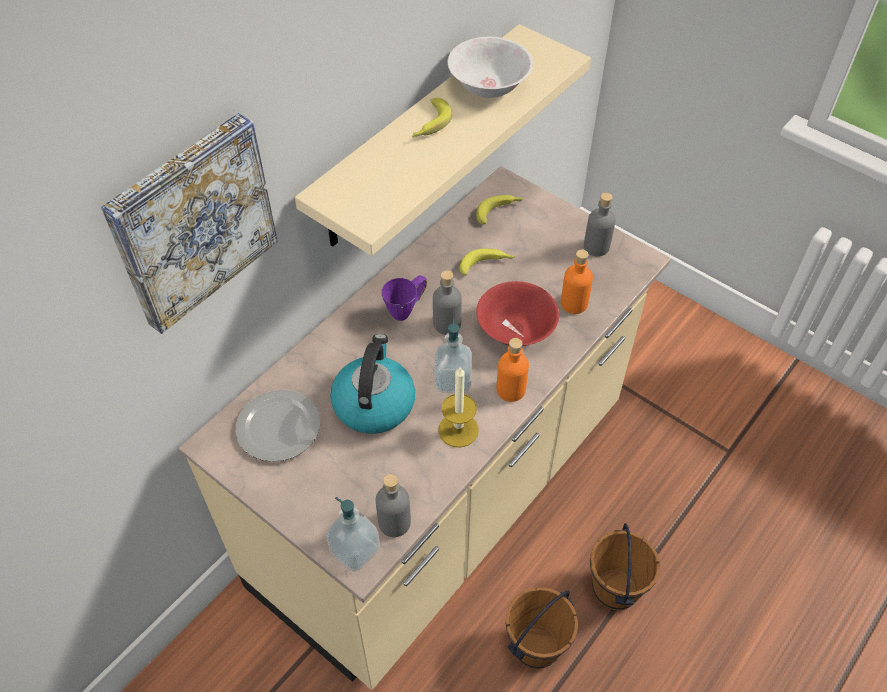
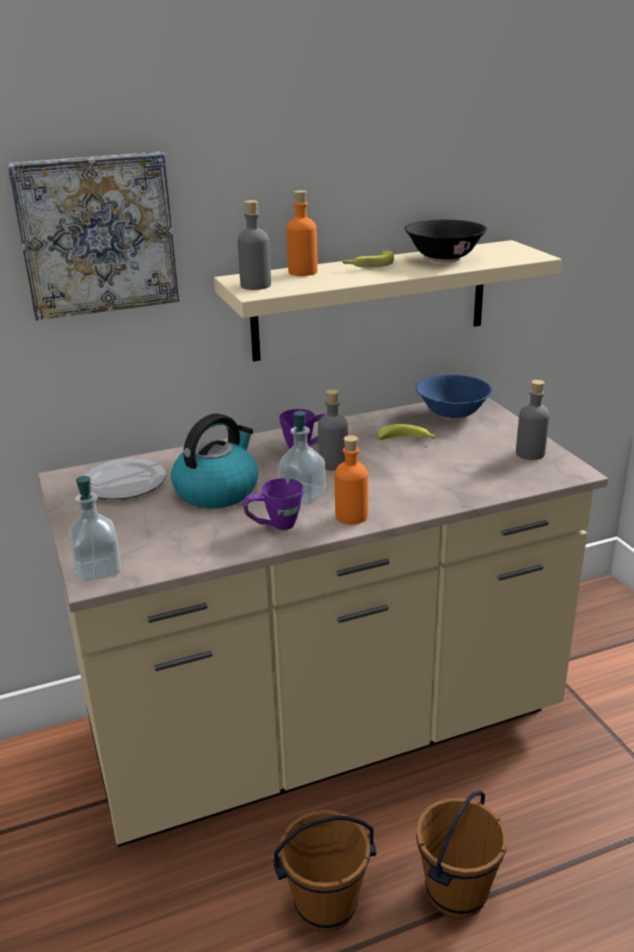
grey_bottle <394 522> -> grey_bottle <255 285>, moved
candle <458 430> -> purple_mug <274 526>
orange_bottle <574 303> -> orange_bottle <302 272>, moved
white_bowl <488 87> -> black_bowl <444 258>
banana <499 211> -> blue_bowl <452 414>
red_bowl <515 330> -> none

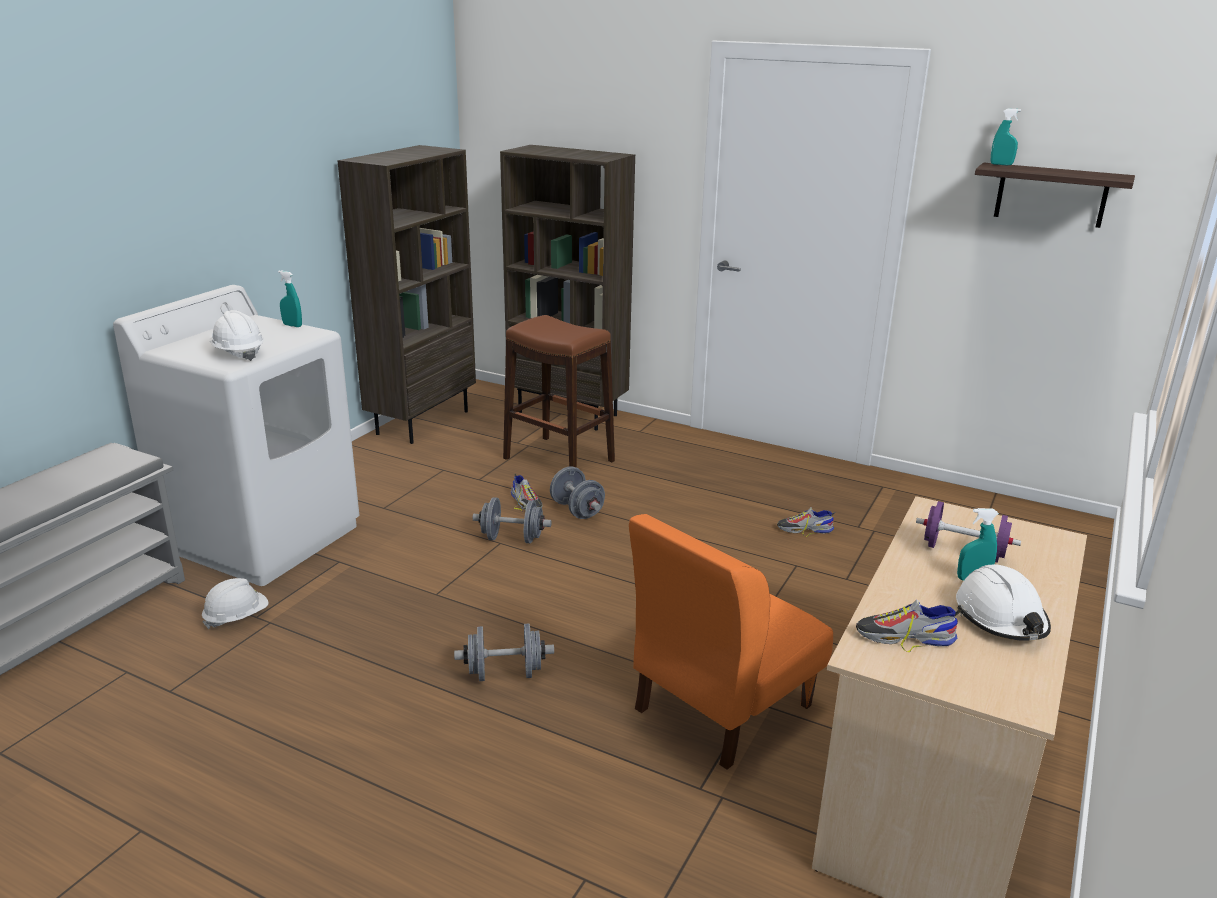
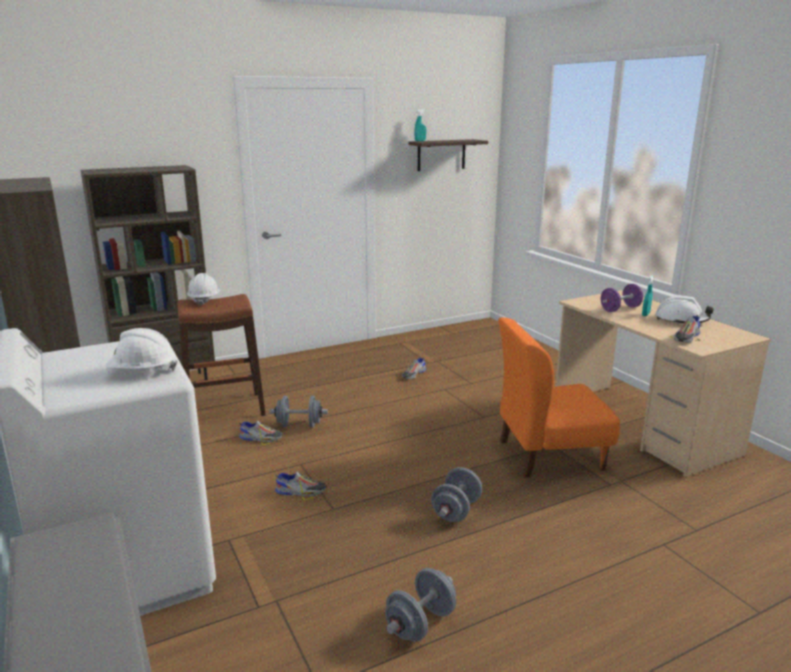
white_hard_hat <237 618> -> white_hard_hat <204 300>, moved
none -> shoe <301 491>
grey_dumbbell <512 538> -> grey_dumbbell <420 623>, moved
orange_chair <721 707> -> orange_chair <549 454>, 90 degrees clockwise
turquoise_spray_bottle <292 325> -> none

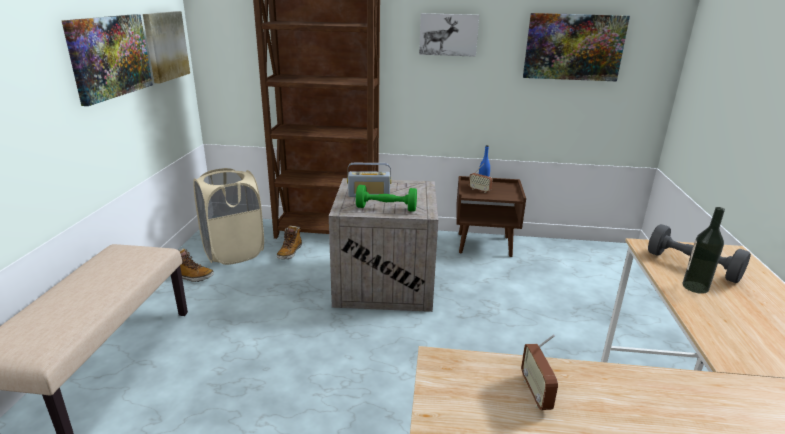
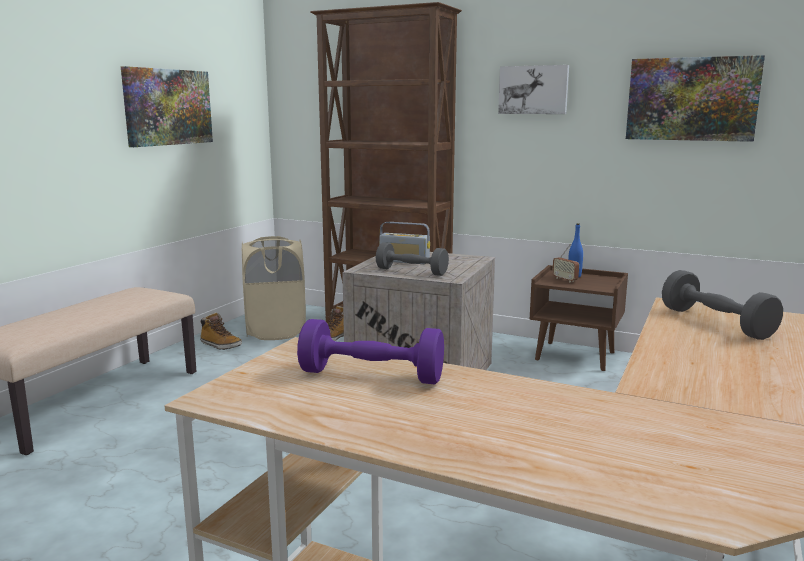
radio <536 393> -> purple_dumbbell <371 376>
green_dumbbell <386 208> -> grey_dumbbell <411 271>
picture <165 46> -> none
bottle <695 287> -> none

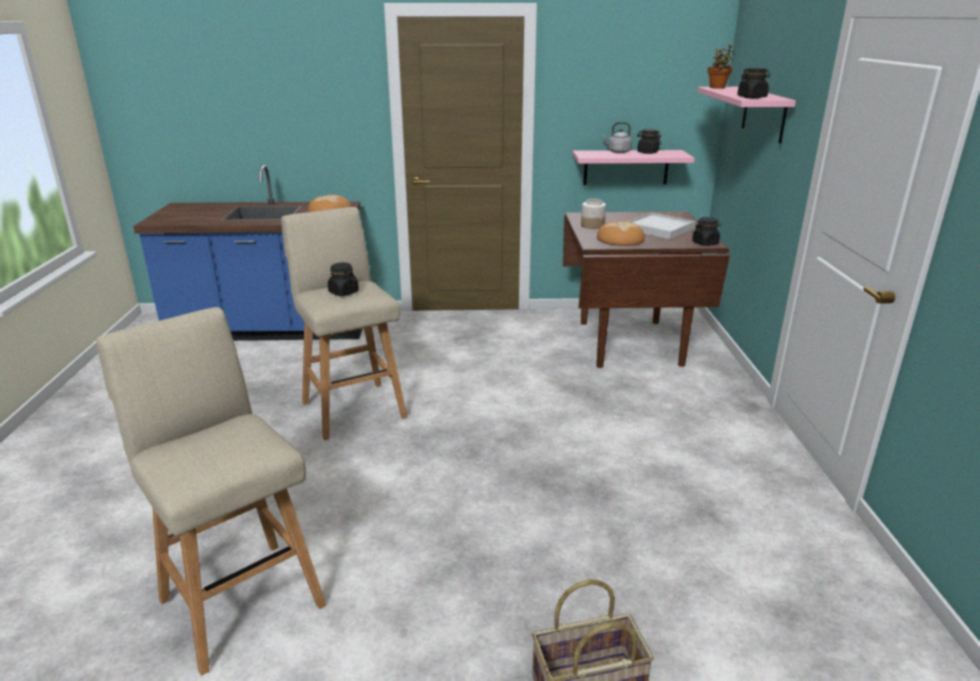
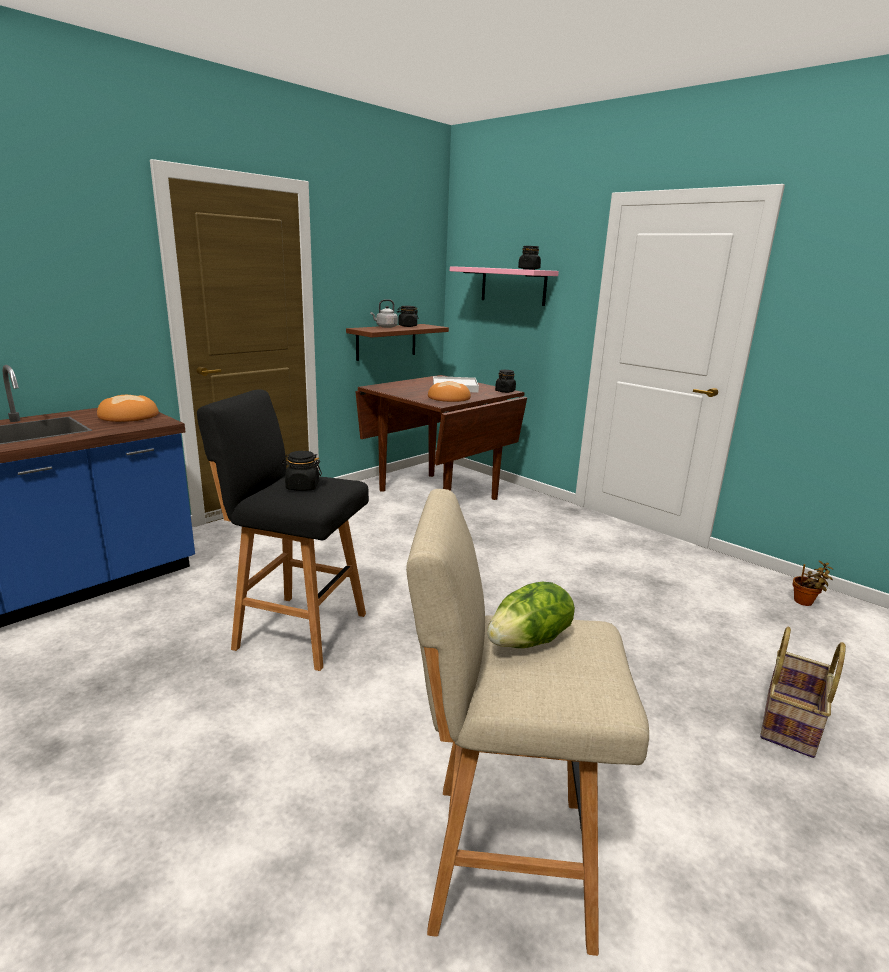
beige_stool <352 408> -> black_stool <297 630>
pink_shelf <626 167> -> brown_shelf <386 341>
none -> lettuce <530 641>
potted_plant <717 88> -> potted_plant <805 602>, moved
jar <592 225> -> none

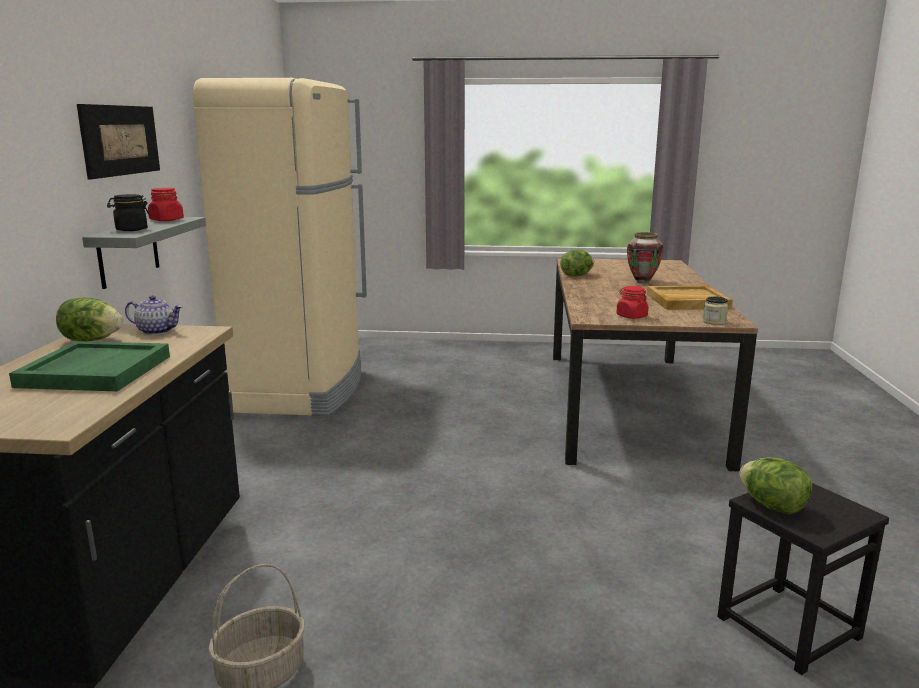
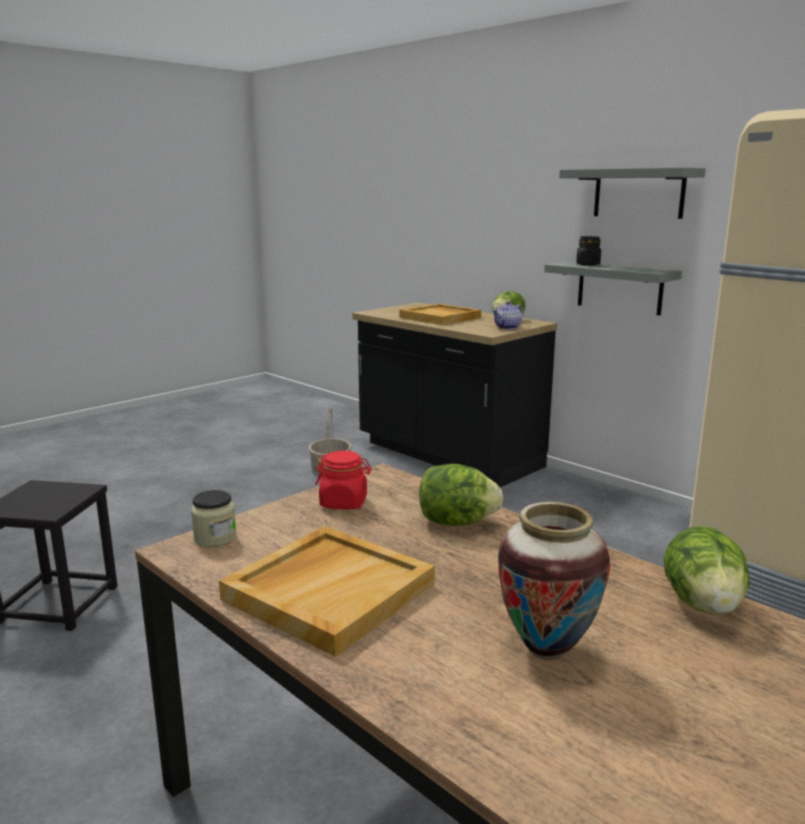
green_tray <95 371> -> beige_tray <441 317>
lettuce <772 506> -> lettuce <456 522>, moved
picture <120 140> -> grey_shelf <638 193>
red_jar <167 220> -> none

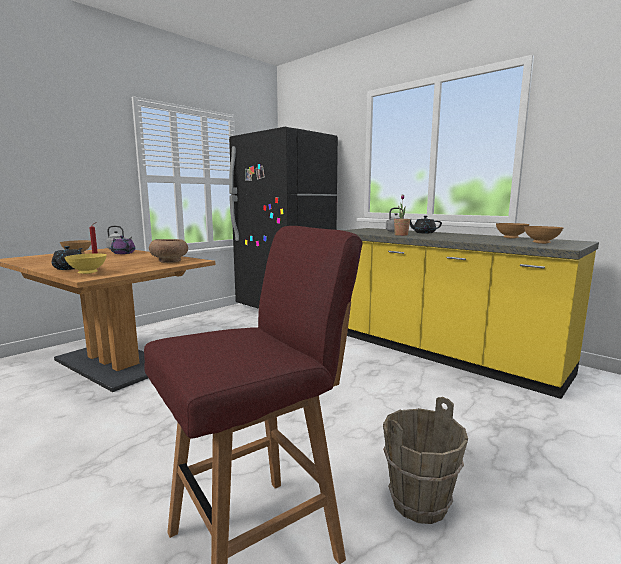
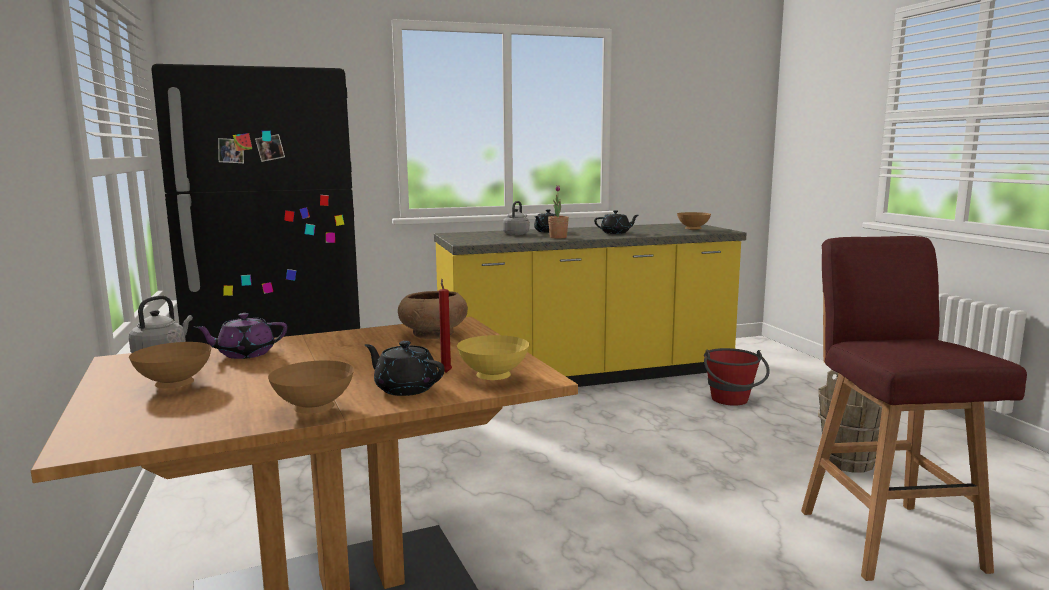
brown_bowl <510 238> -> brown_bowl <313 409>, moved
none -> black_teapot <616 233>
none -> red_bucket <732 402>

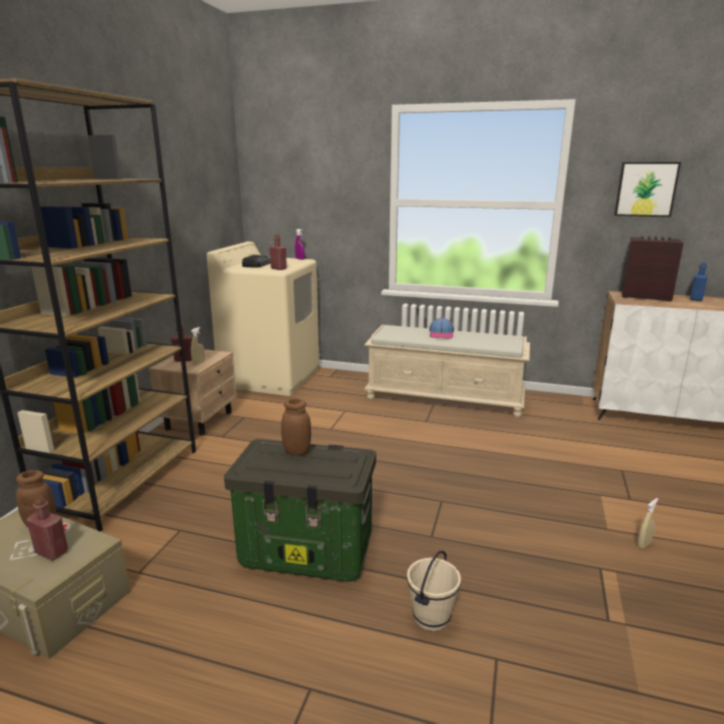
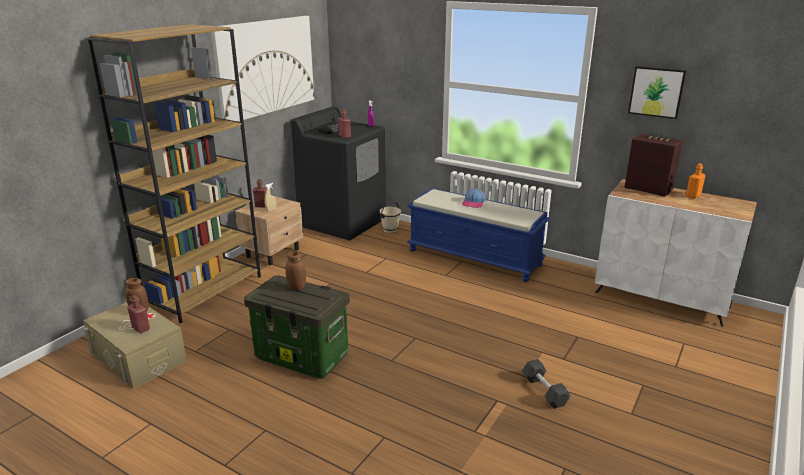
none -> picture <266 67>
beige_washing_machine <271 377> -> black_washing_machine <343 222>
beige_bucket <432 618> -> beige_bucket <390 230>, moved
beige_bench <445 398> -> blue_bench <475 257>
beige_spray_bottle <644 544> -> black_dumbbell <544 391>
blue_bottle <696 299> -> orange_bottle <693 196>

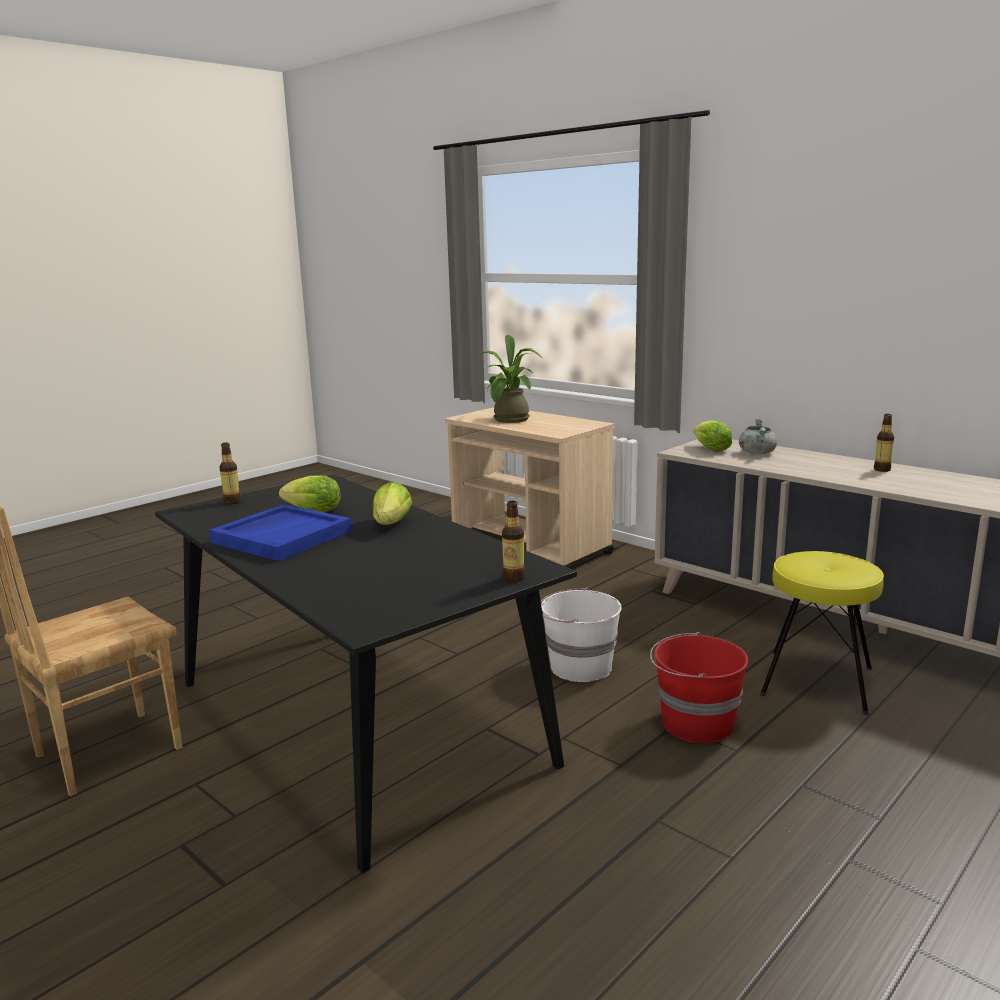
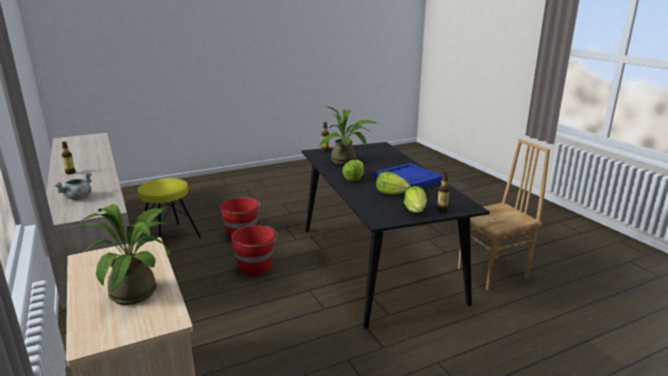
white_bucket <579 667> -> red_bucket <255 267>
none -> potted_plant <347 161>
lettuce <711 449> -> lettuce <415 210>, moved

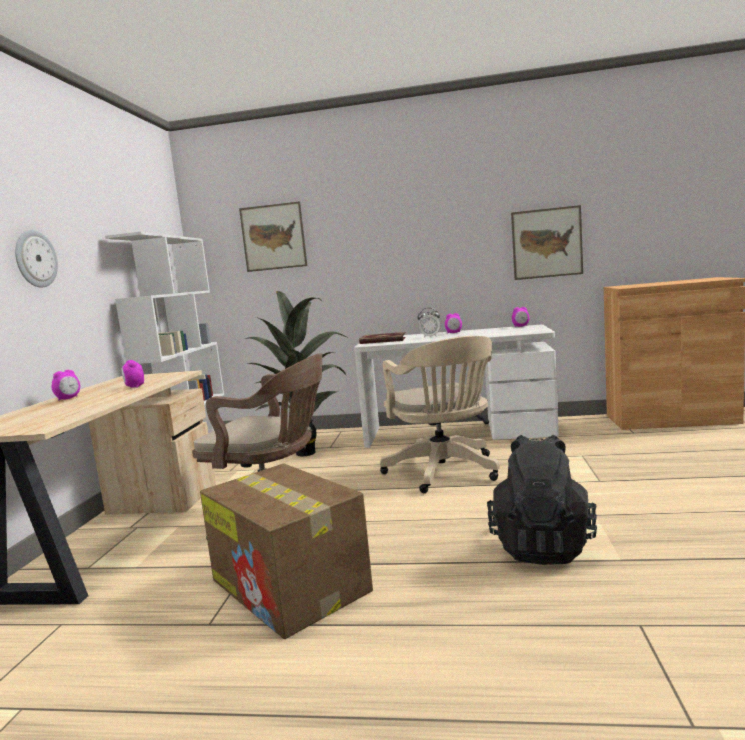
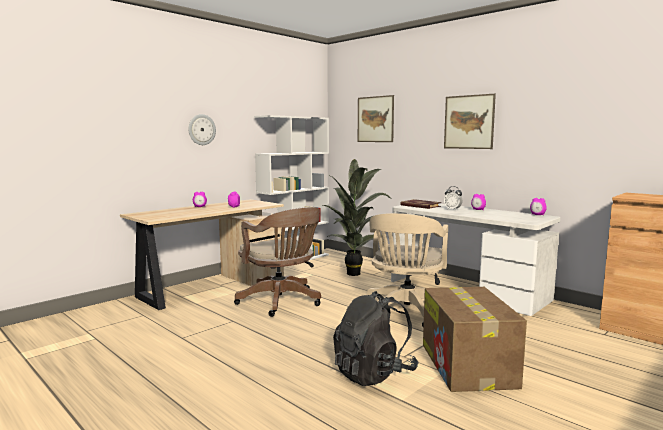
cardboard_box <291 586> -> cardboard_box <468 366>, moved
picture <546 243> -> picture <469 122>, moved

